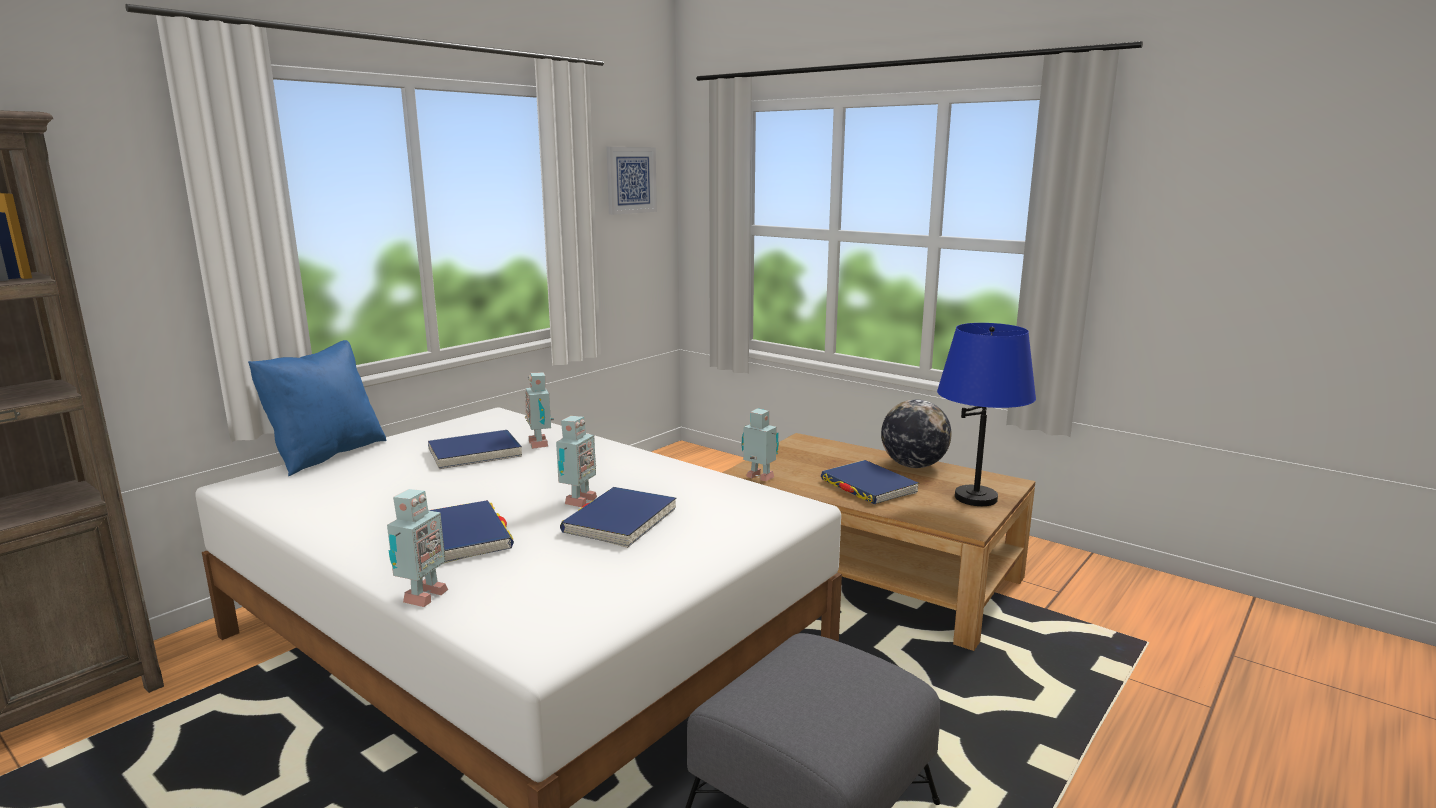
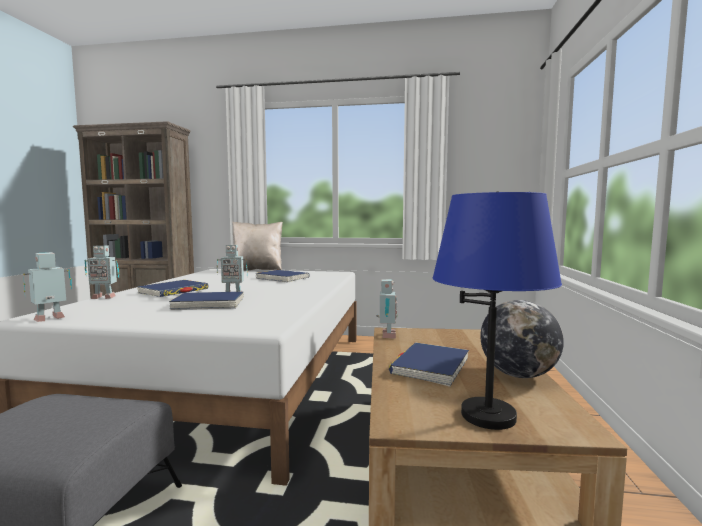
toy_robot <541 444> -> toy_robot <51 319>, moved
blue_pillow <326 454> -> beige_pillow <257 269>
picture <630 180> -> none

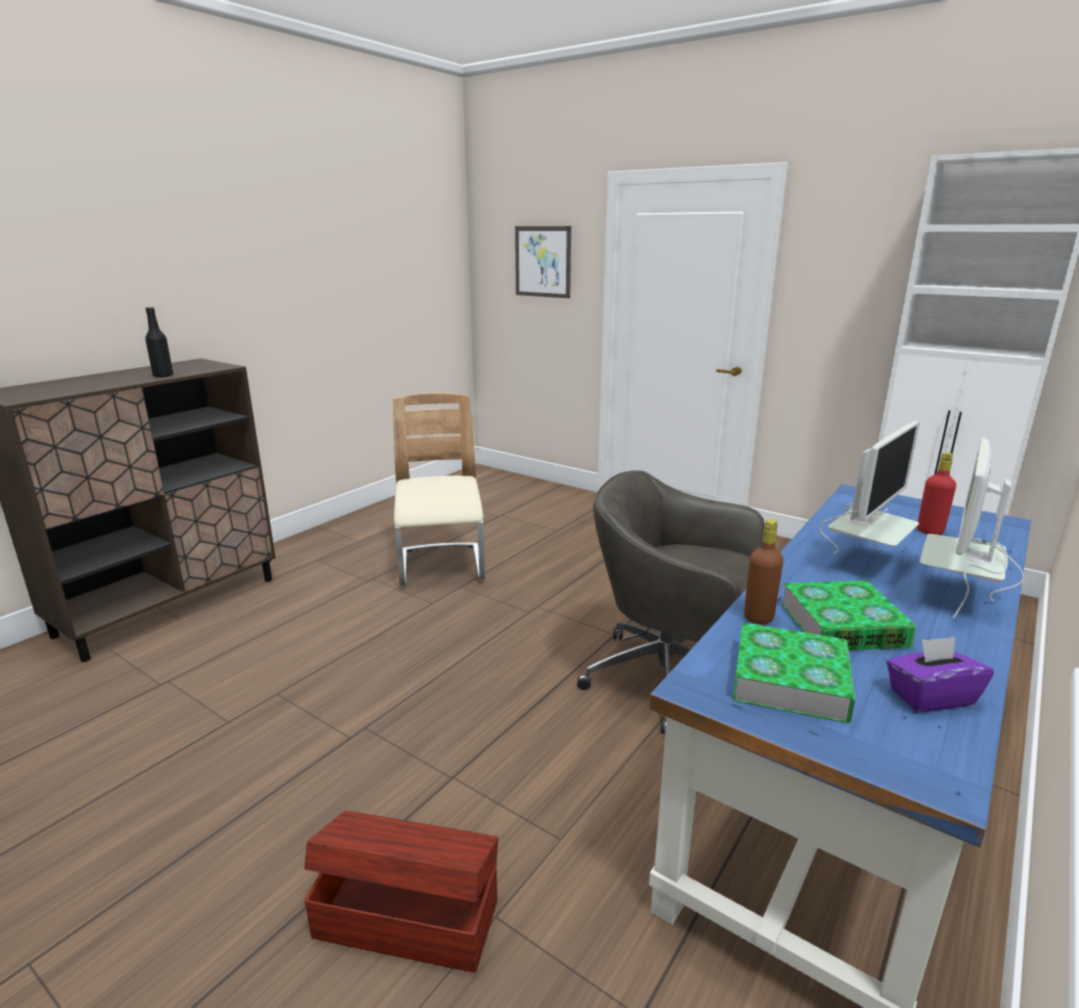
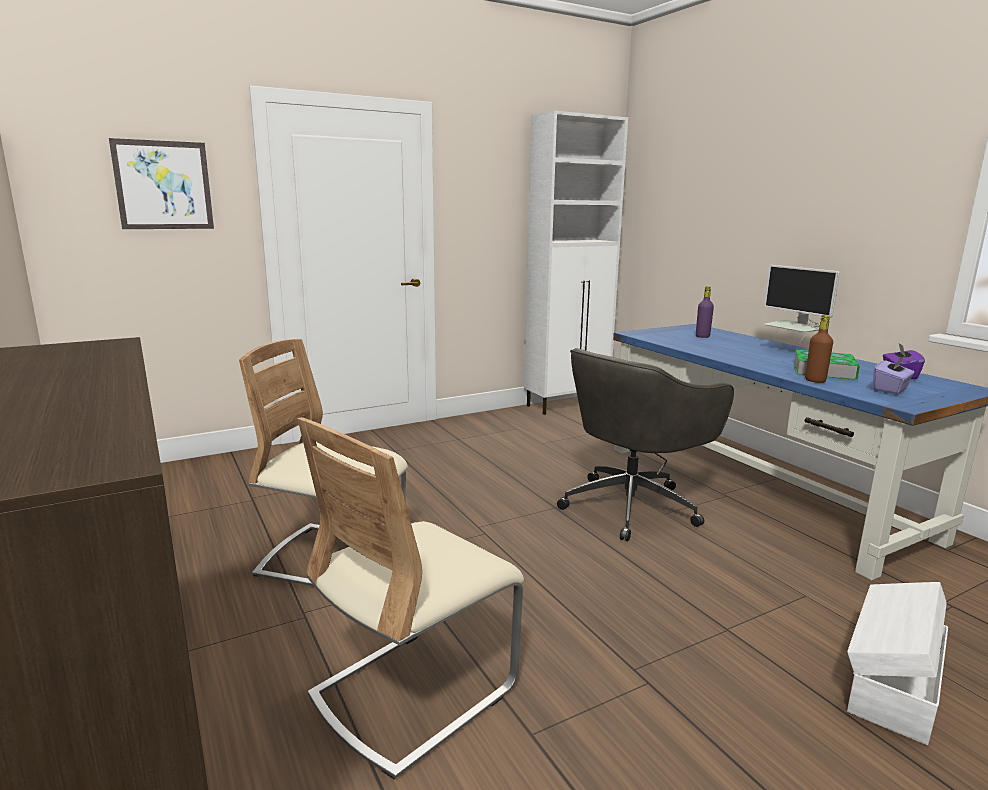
none -> beige_chair <414 691>
red_bottle <930 531> -> purple_bottle <702 336>
brown_storage_box <406 916> -> white_storage_box <892 685>
book <790 680> -> purple_tissue_box <891 389>
black_bottle <163 376> -> none
monitor <863 562> -> none

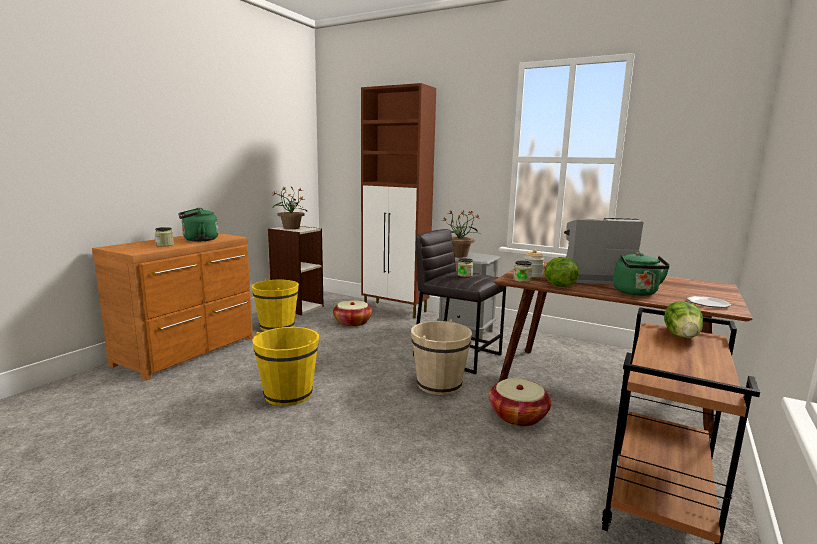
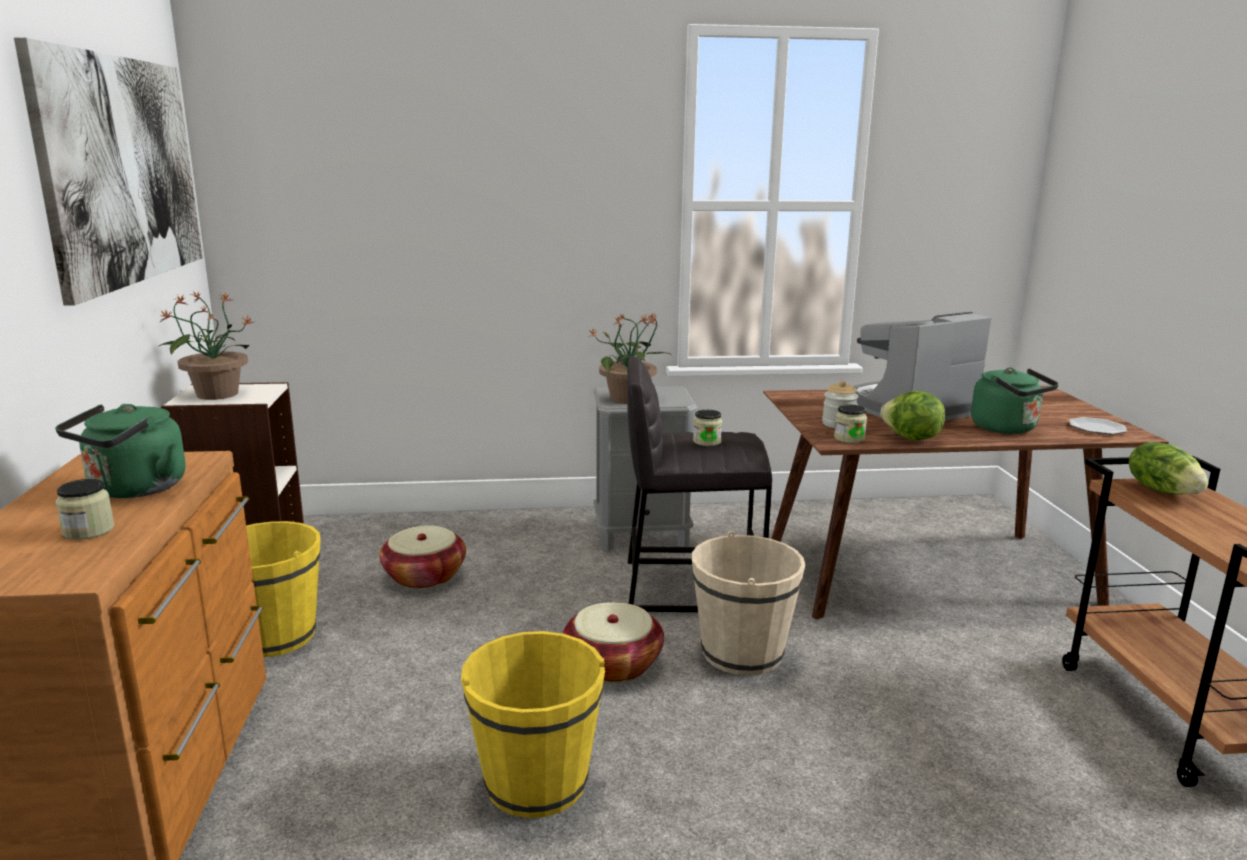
none -> picture <122 170>
basket <518 416> -> basket <613 664>, moved
brown_cabinet <395 310> -> none

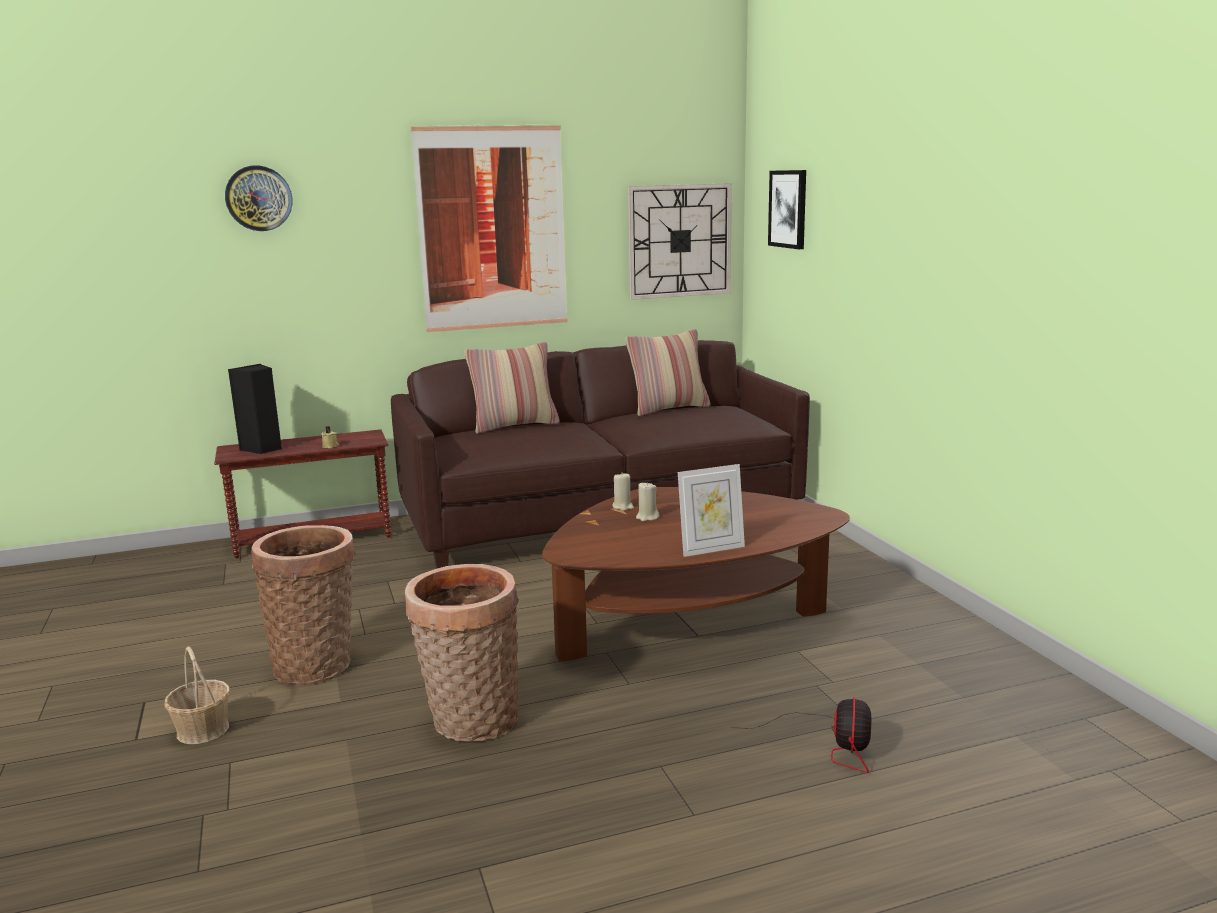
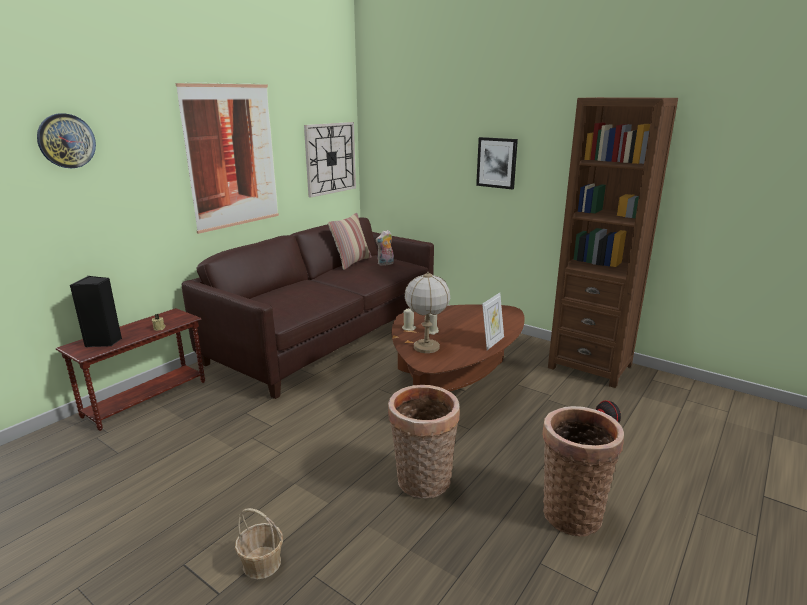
none -> plush_toy <385 264>
none -> table_lamp <427 347>
picture <788 209> -> picture <497 162>, moved
basket <317 664> -> basket <571 511>, moved
none -> brown_bookcase <590 366>
pillow <514 425> -> none

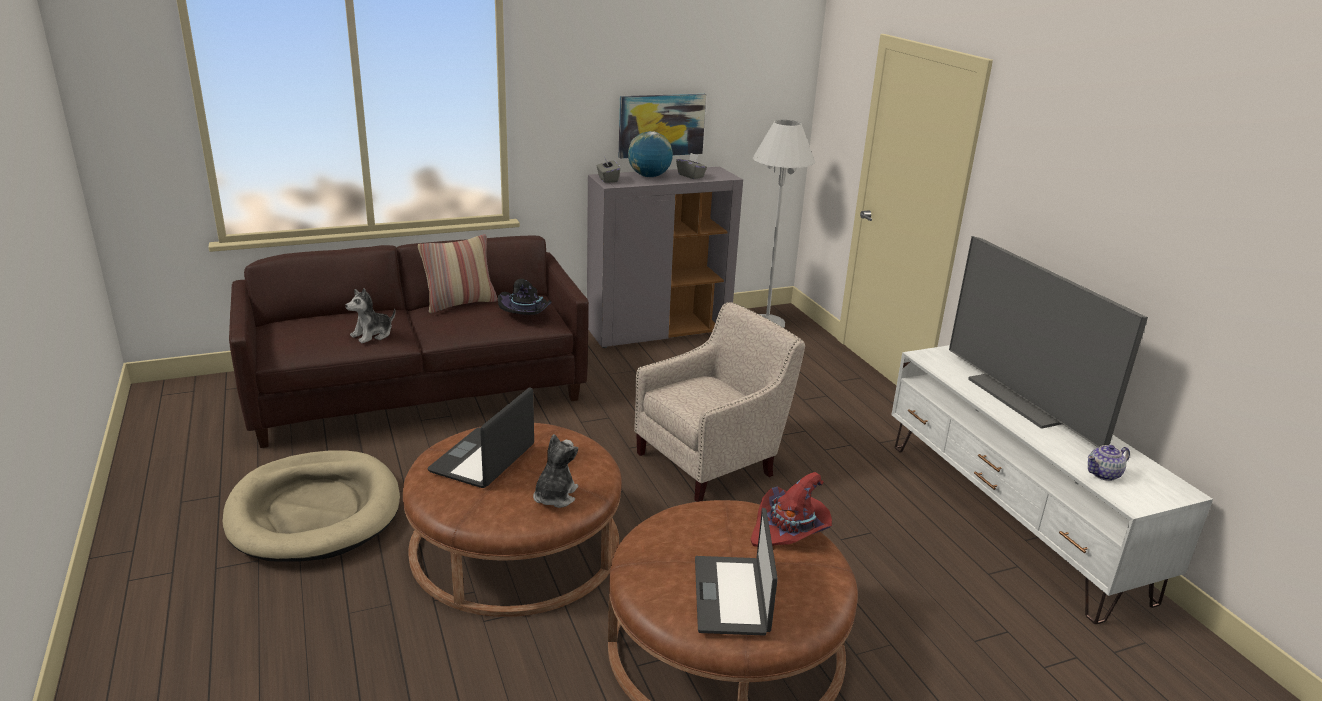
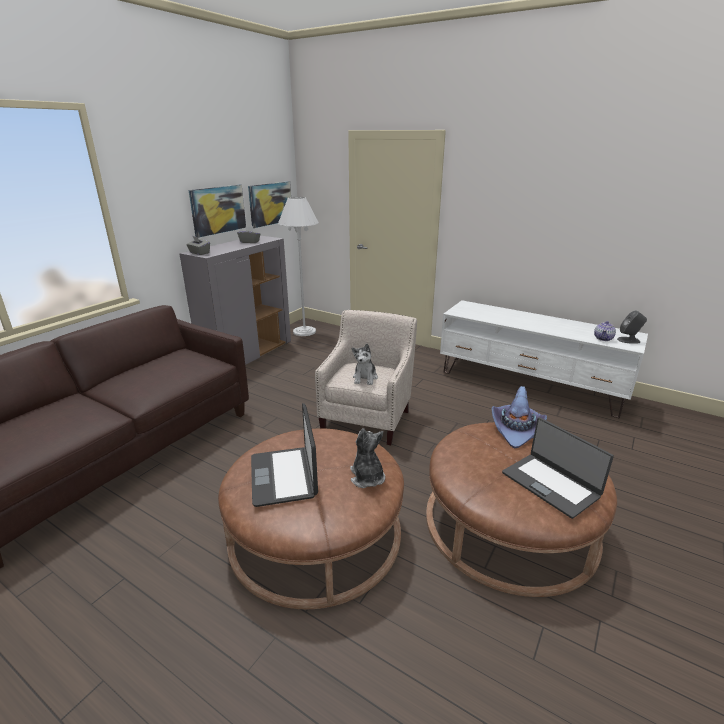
none -> picture <270 204>
plush_toy <372 335> -> plush_toy <365 378>, moved
red_hat <790 529> -> purple_hat <516 429>
none -> grey_speaker <629 340>
beige_dog_bed <314 511> -> none
pillow <460 303> -> none
black_hat <526 312> -> none
globe <649 176> -> none
television <1024 399> -> none

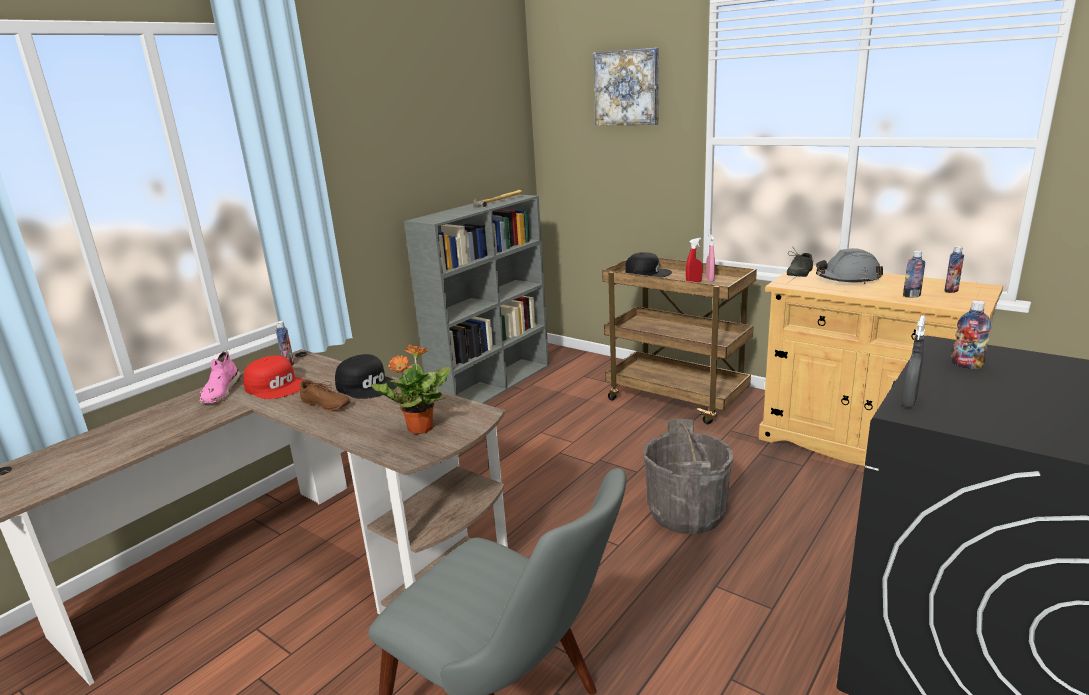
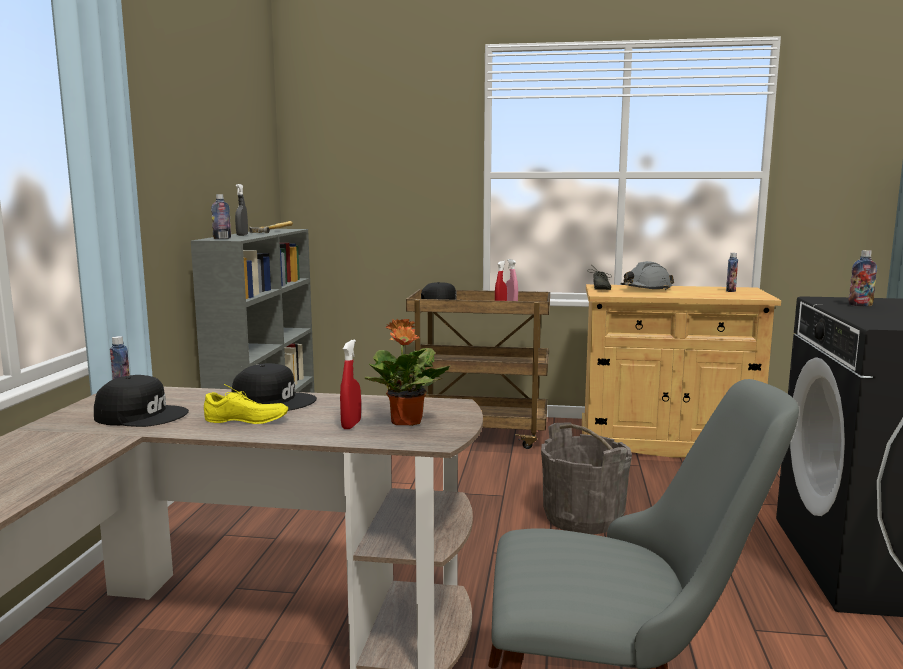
red_cap <276 386> -> black_cap <142 415>
brown_shoe <324 405> -> yellow_shoe <245 421>
bottle <911 296> -> bottle <222 238>, moved
grey_spray_bottle <909 402> -> grey_spray_bottle <242 235>, moved
none -> red_spray_bottle <351 425>
pink_shoe <221 392> -> none
picture <627 88> -> none

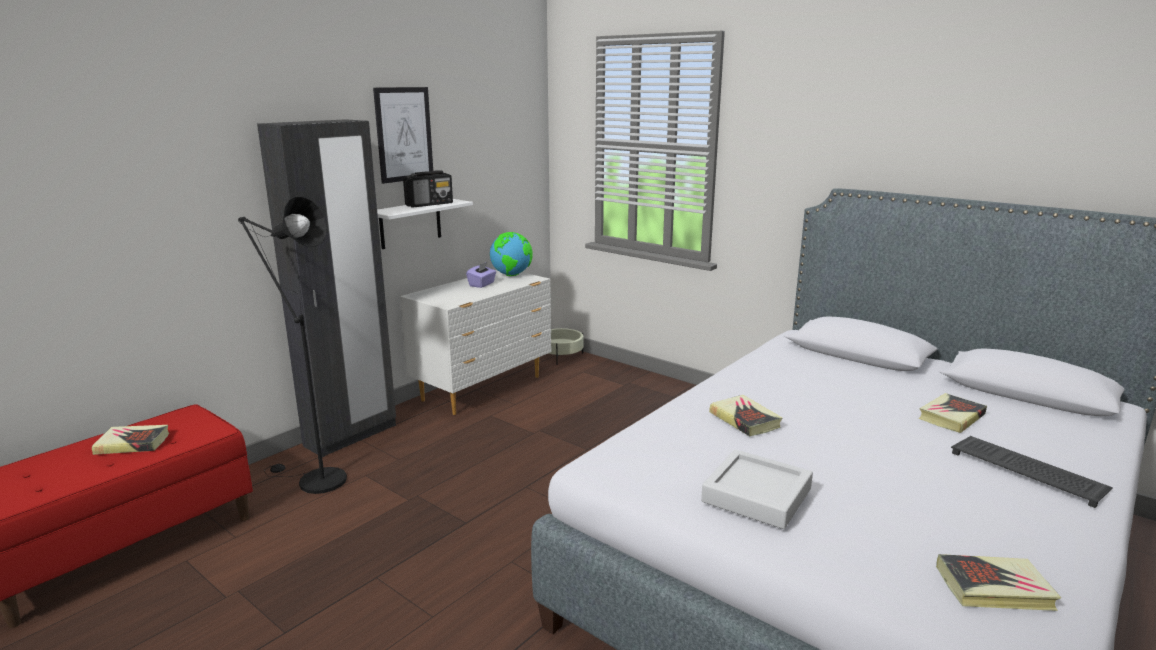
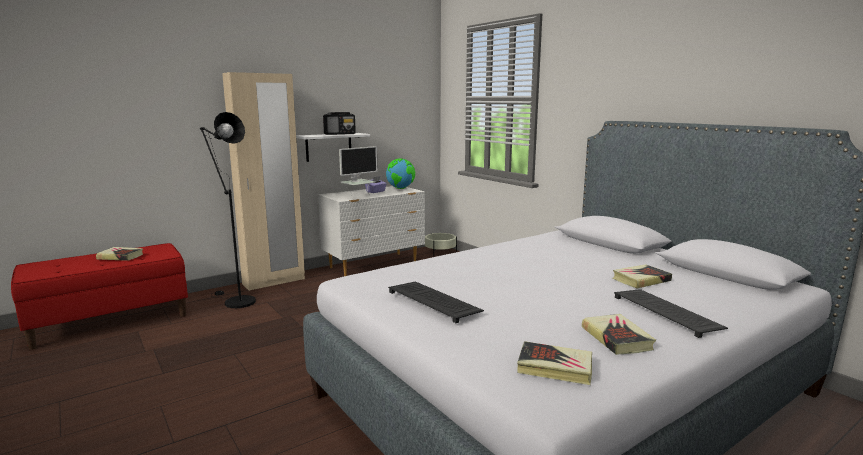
black_wardrobe <351 436> -> beige_wardrobe <274 281>
none -> monitor <358 197>
grey_tray <756 495> -> keyboard <435 302>
book <744 420> -> book <616 338>, moved
picture <404 134> -> none

